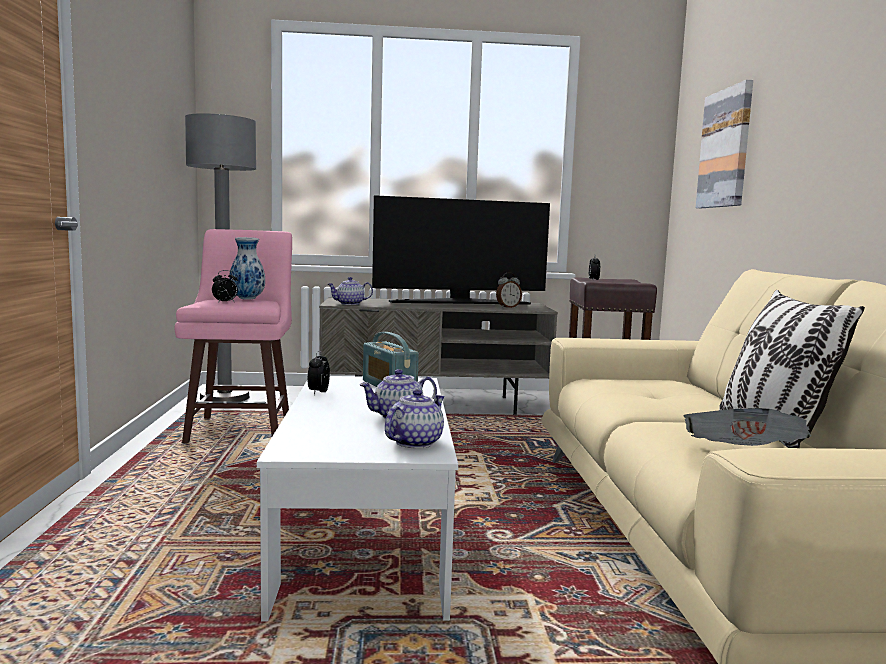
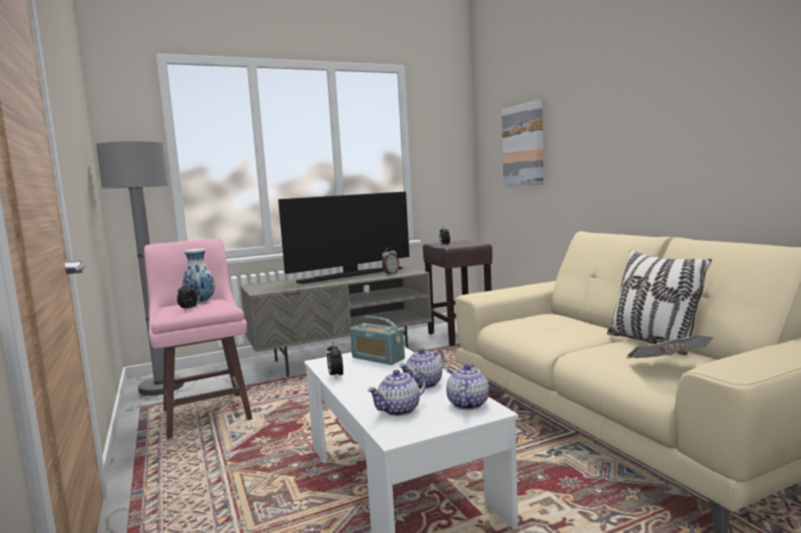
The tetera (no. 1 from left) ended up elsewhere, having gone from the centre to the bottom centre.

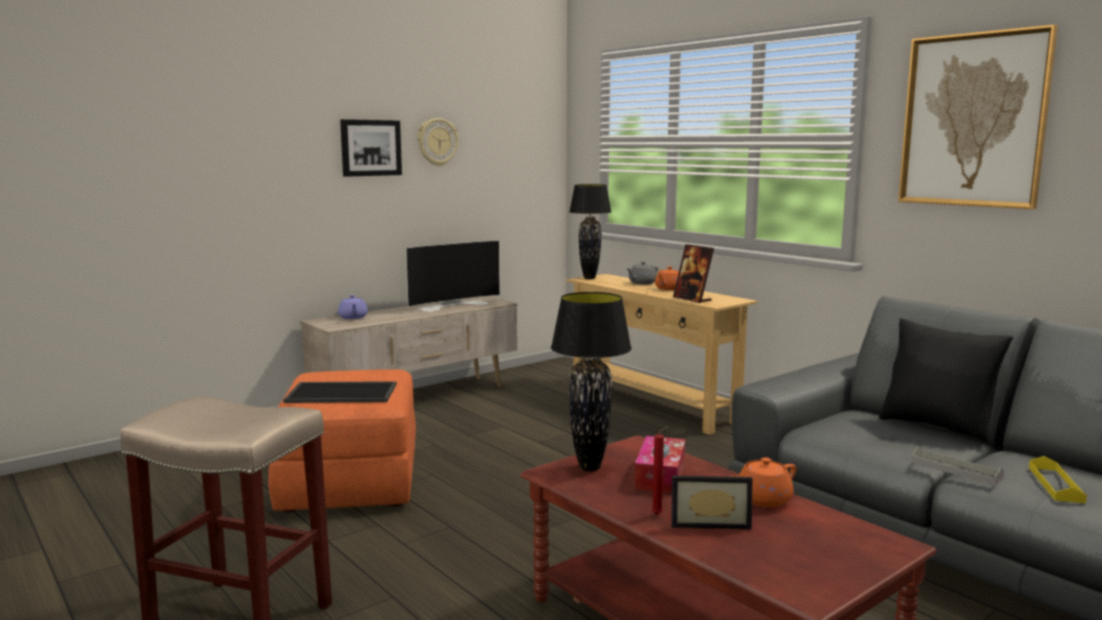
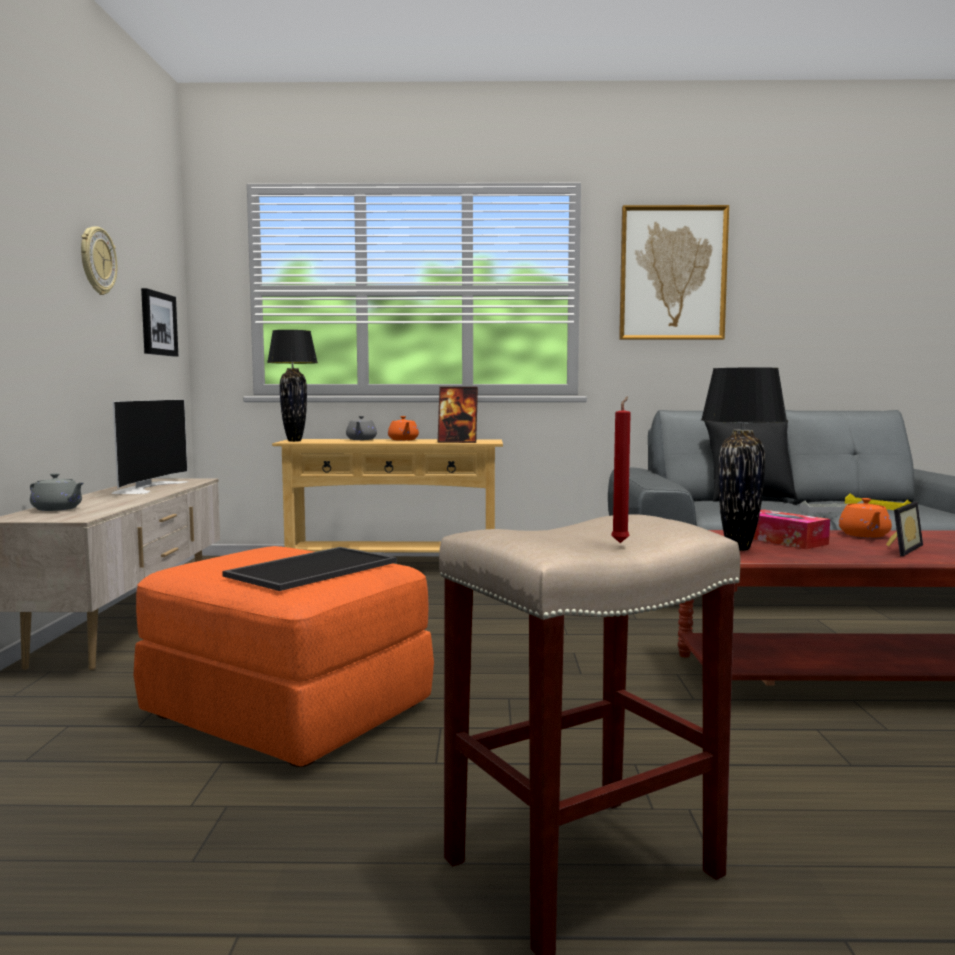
What was the tetera (morado) at the middle left turned into the tetera (gris) (no. 1 from left) at the middle left.
The cuadro (no. 1 from left) ended up elsewhere, having gone from the top centre to the middle left.
The vela (rojo) ended up elsewhere, having gone from the bottom centre to the centre.

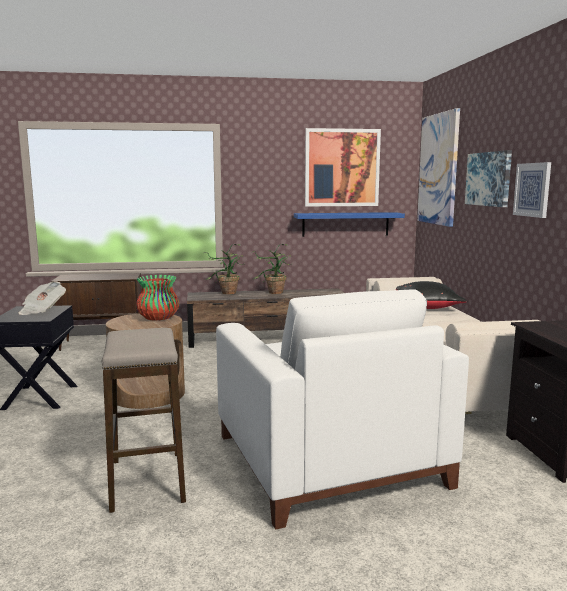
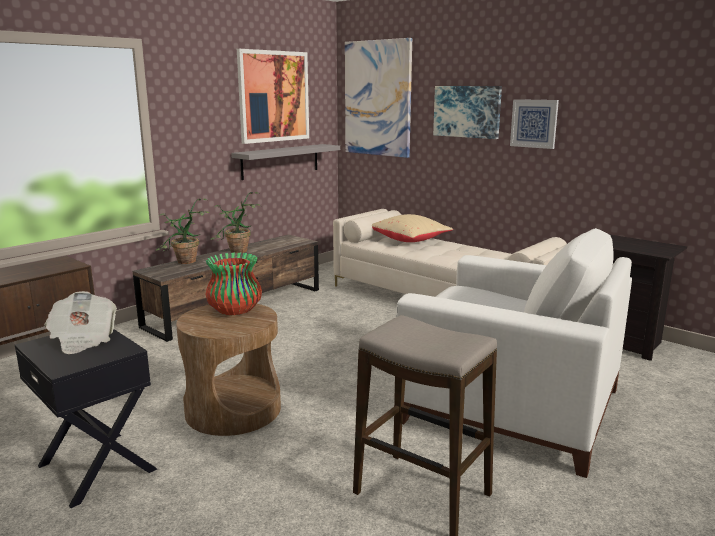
What was the estante (azul) at the centre turned into the estante (gris) at the top centre.
What was the cojín (negro) at the middle right turned into the cojín (beis) at the centre.

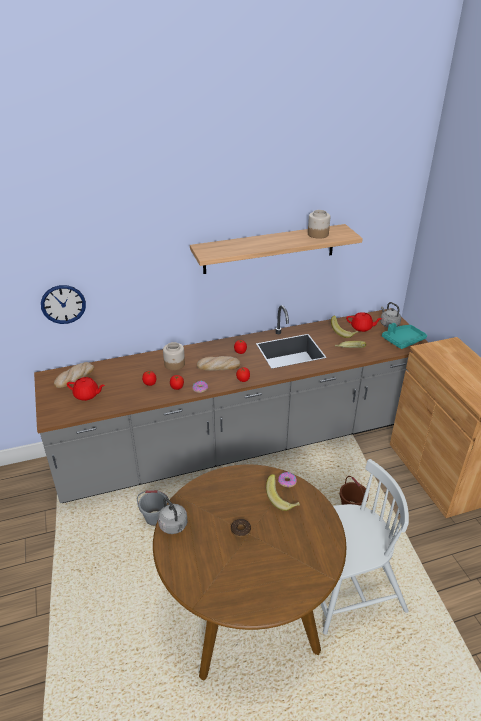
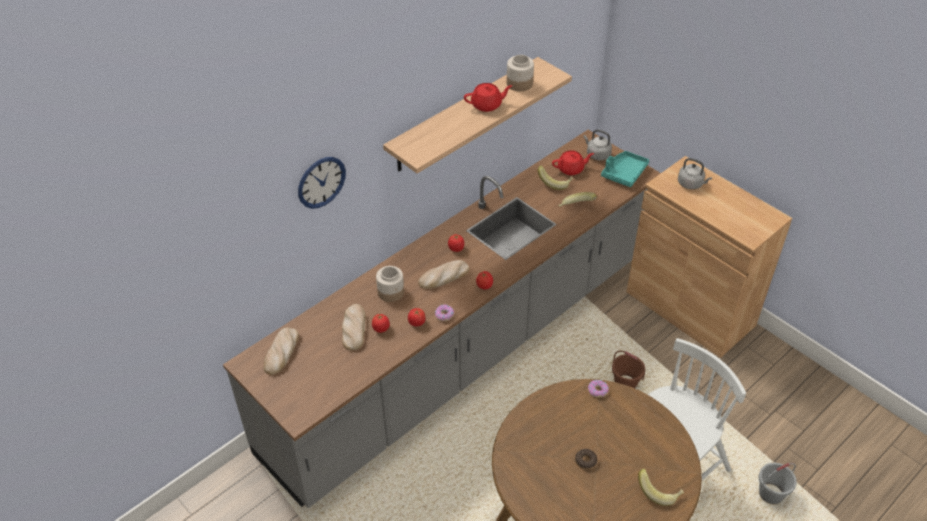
The reloj de pared ended up elsewhere, having gone from the middle left to the centre.
The tetera (rojo) (no. 1 from left) ended up elsewhere, having gone from the middle left to the top centre.
The cubo (gris) ended up elsewhere, having gone from the bottom left to the bottom right.
The hervidor (gris) (no. 1 from left in the first image) ended up elsewhere, having gone from the bottom centre to the top right.
The plátano (no. 1 from left in the first image) ended up elsewhere, having gone from the bottom centre to the bottom right.
The second view gained the pan (no. 2 from left) at the centre.

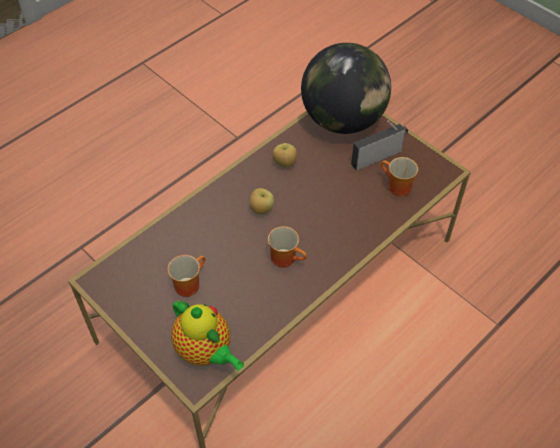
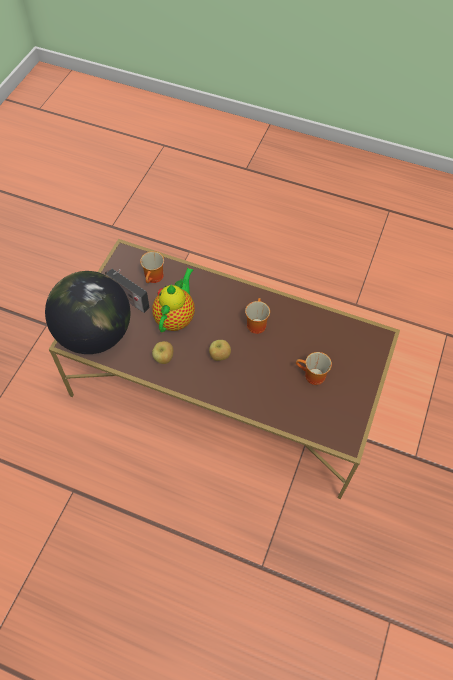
The tetera ended up elsewhere, having gone from the bottom centre to the centre.

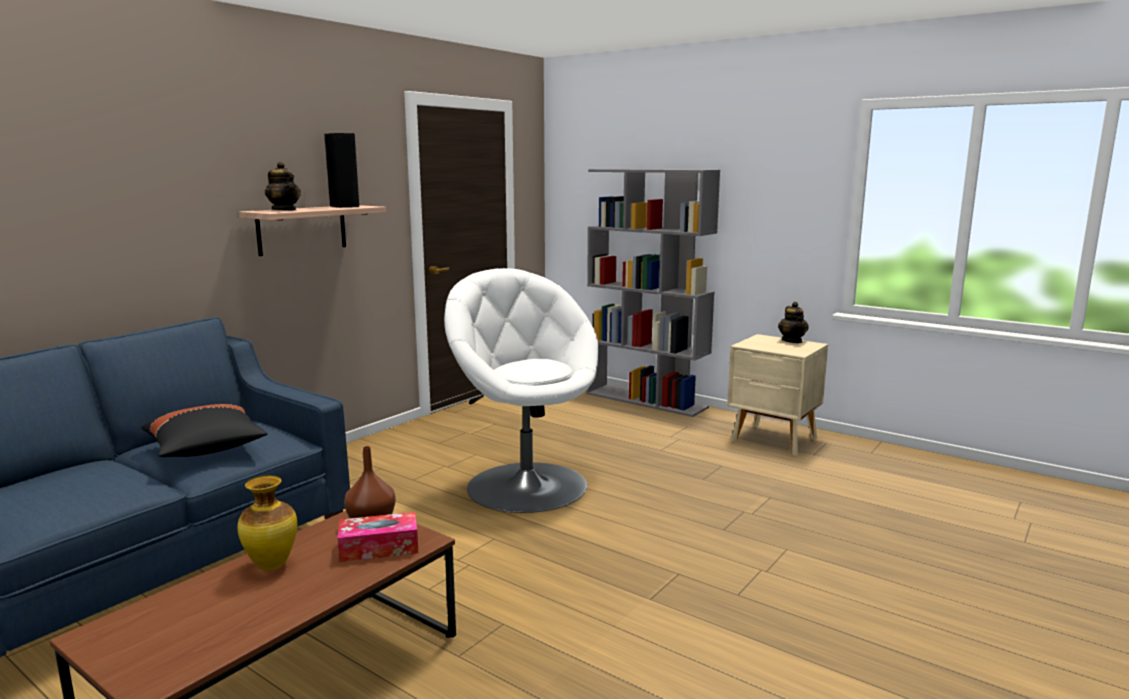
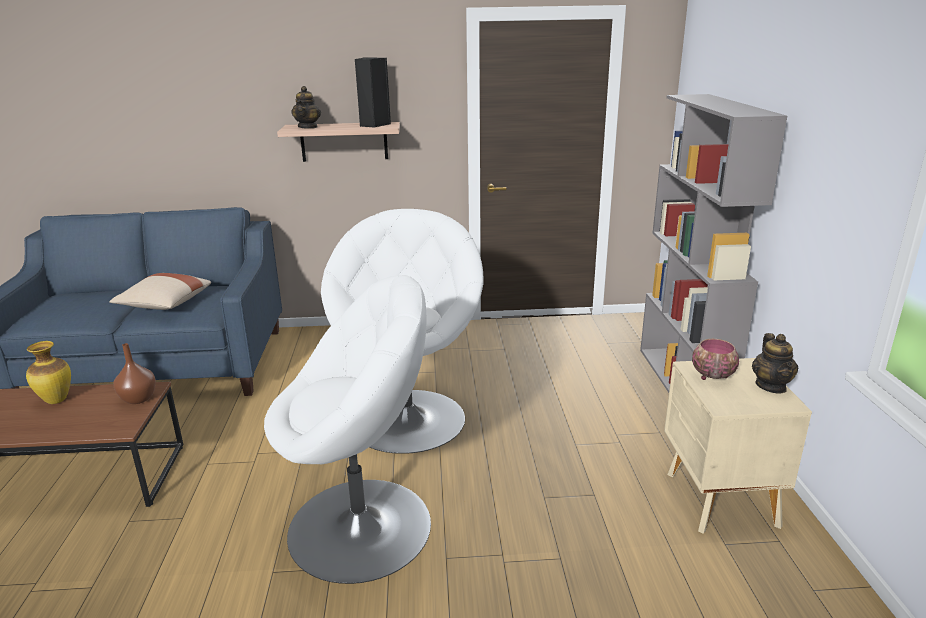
What was the cojín (negro) at the middle left turned into the cojín (beis) at the middle left.
The second view lost the caja de pañuelos at the bottom centre.
The tetera (no. 2 from left) at the middle right ended up facing another way, 45 degrees counterclockwise from before.
The second view gained the sillón (blanco) (no. 1 from left) at the bottom centre.
The second view gained the cuenco at the middle right.

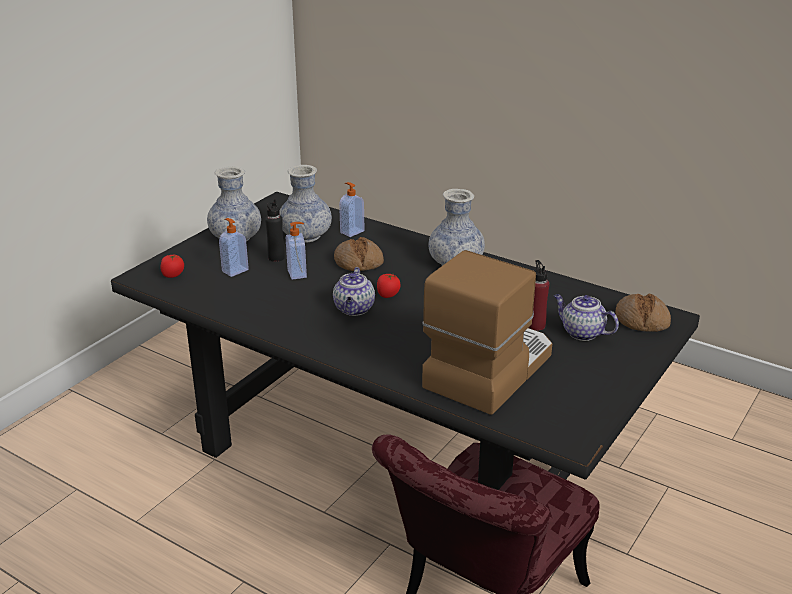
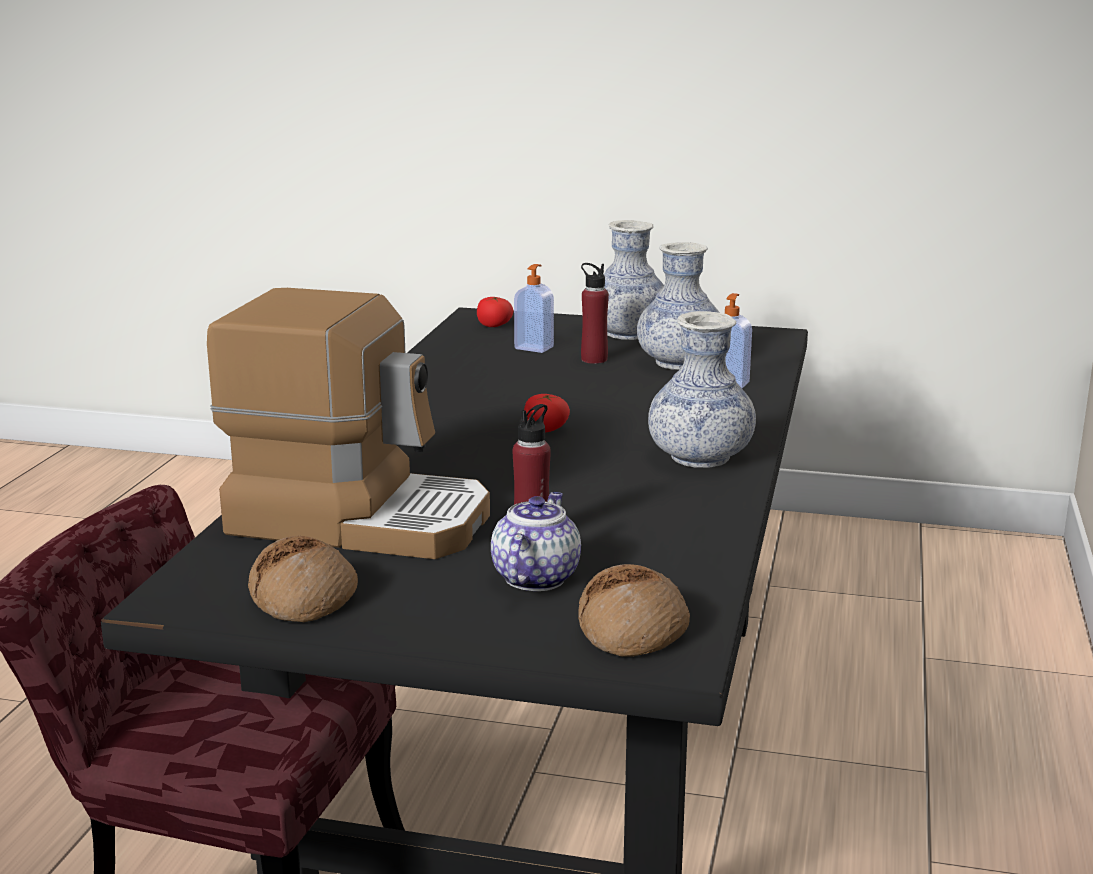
What was the botella (negro) at the centre turned into the botella (rojo) (no. 2 from left) at the centre.
The second view lost the dispensador de jabón (no. 2 from left) at the centre.
The second view lost the tetera (no. 1 from left) at the centre.
The pan (no. 1 from left) ended up elsewhere, having gone from the centre to the middle left.

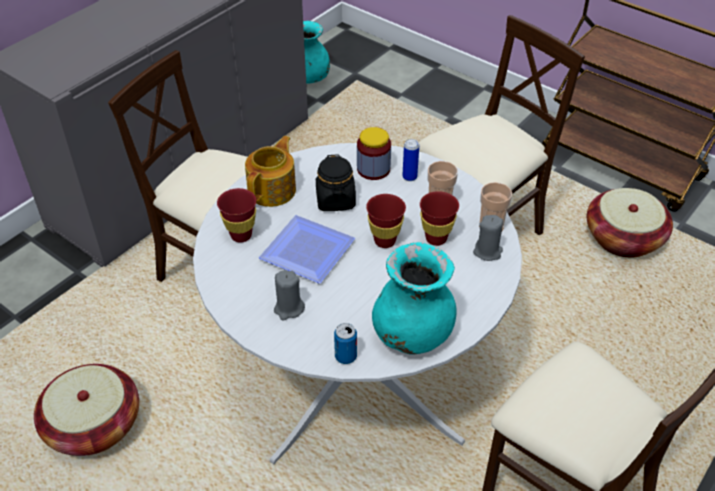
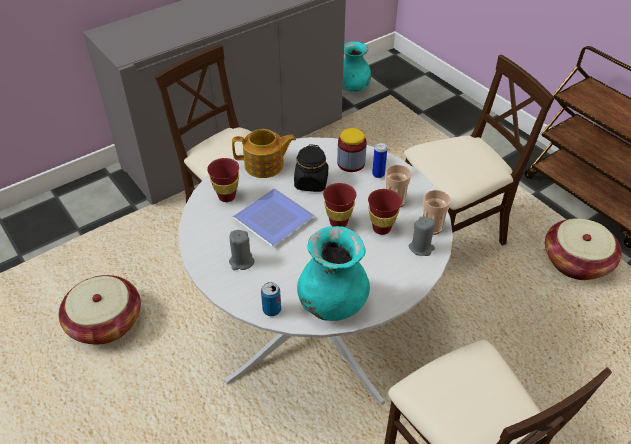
The tetera at the centre ended up facing another way, 45 degrees clockwise from before.

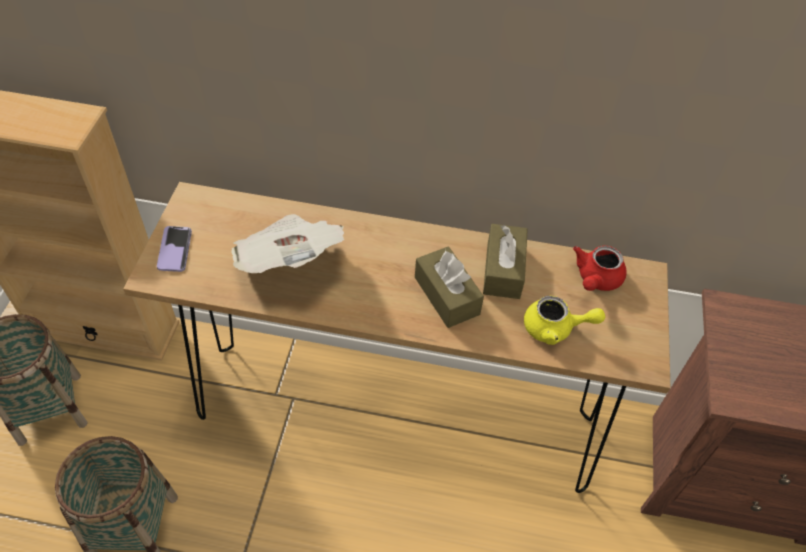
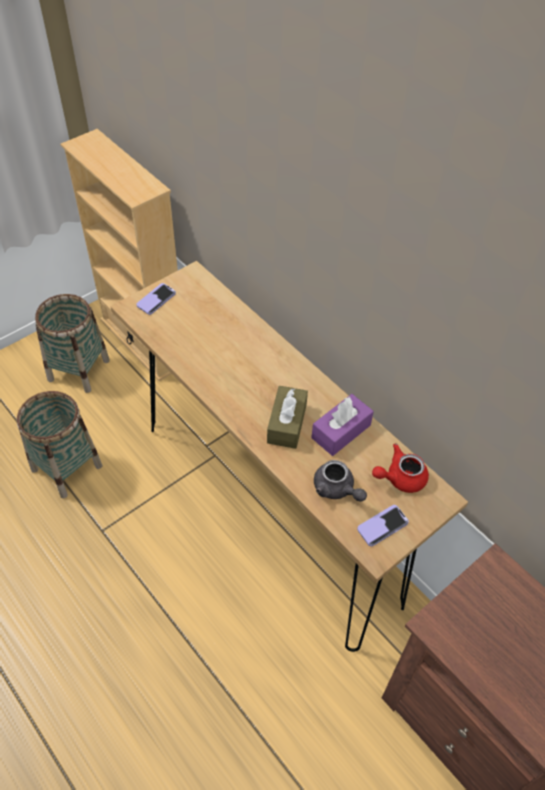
The second view lost the periódico at the centre.
What was the caja de pañuelos (marrón) (no. 2 from left) at the centre turned into the caja de pañuelos (morado) at the centre.
What was the tetera (amarillo) at the middle right turned into the tetera (gris) at the centre.
The second view gained the móvil (no. 2 from left) at the middle right.

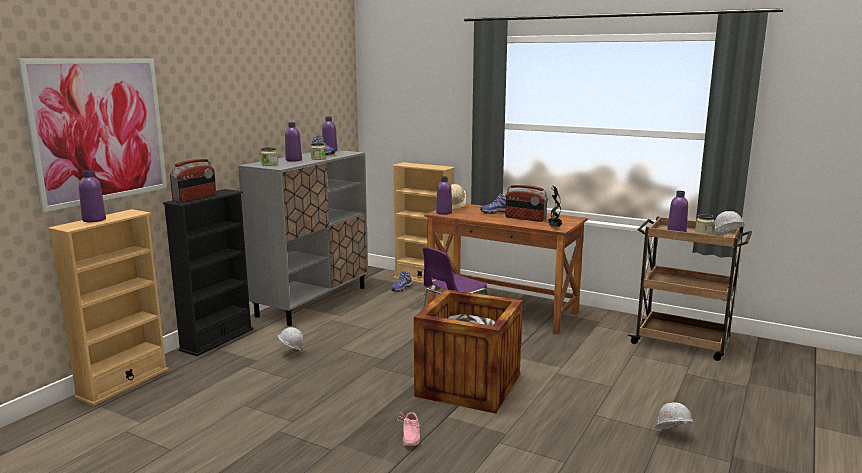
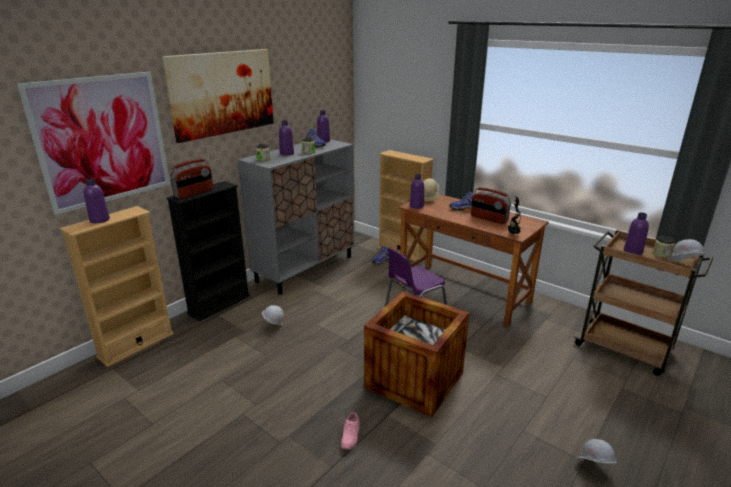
The second view gained the cuadro (no. 2 from left) at the top left.

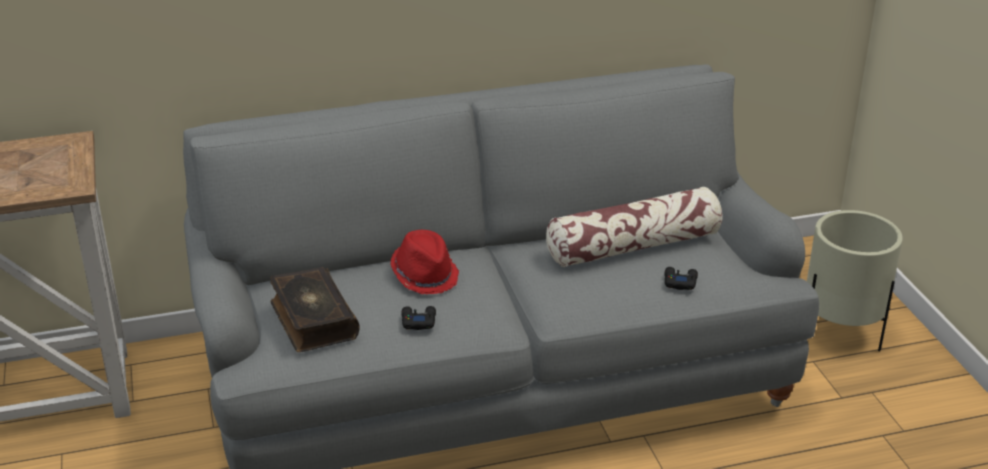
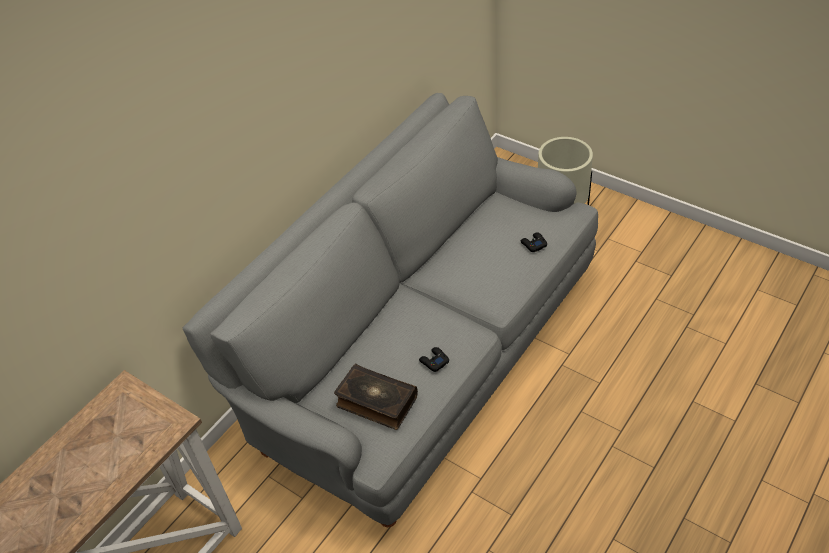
The second view lost the sombrero (rojo) at the centre.
The second view lost the cojín at the centre.

